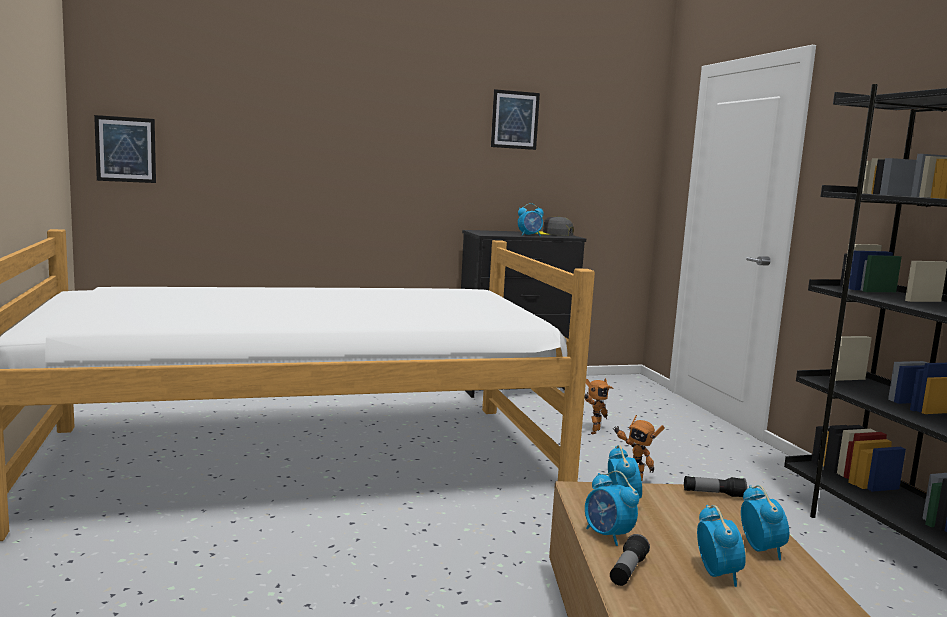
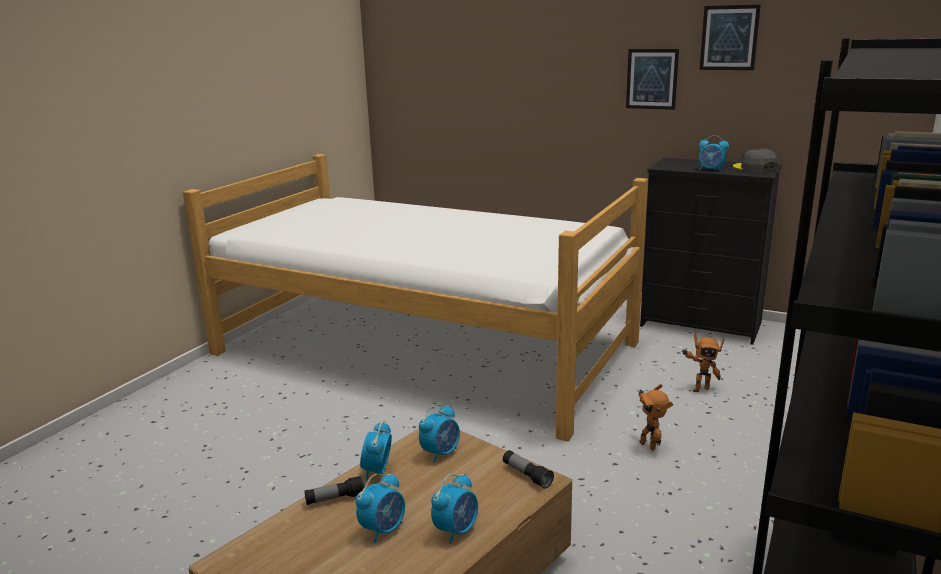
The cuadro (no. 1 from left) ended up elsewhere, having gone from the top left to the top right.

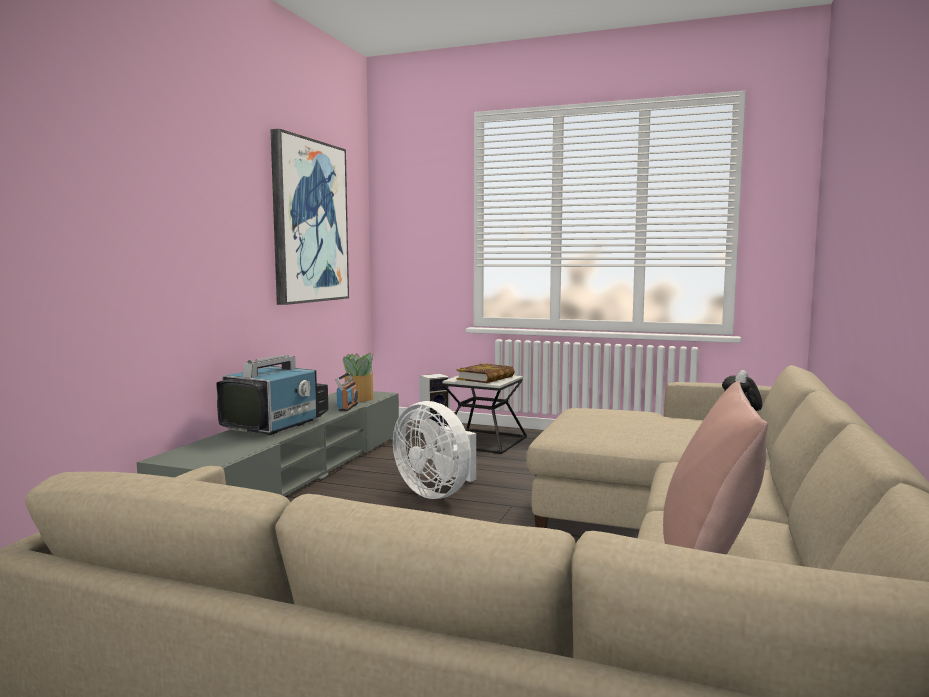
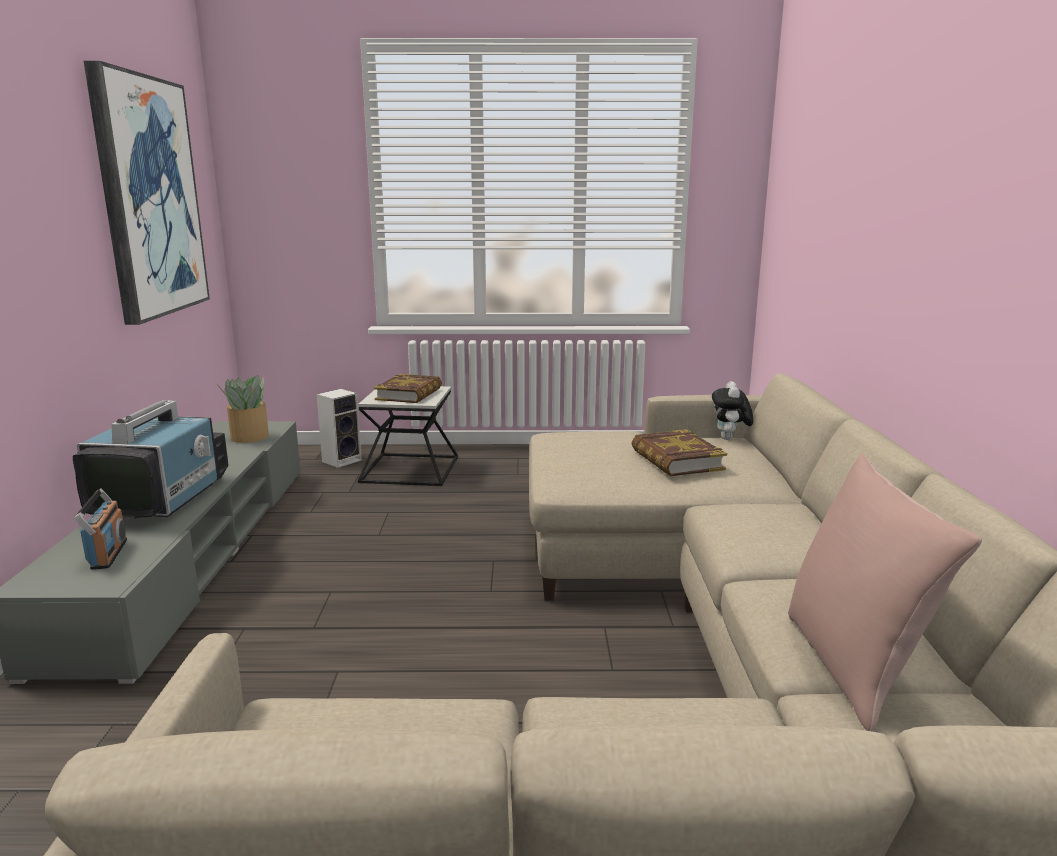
The radio ended up elsewhere, having gone from the centre to the middle left.
The second view lost the ventilador (blanco) at the centre.
The second view gained the libro (no. 2 from left) at the centre.

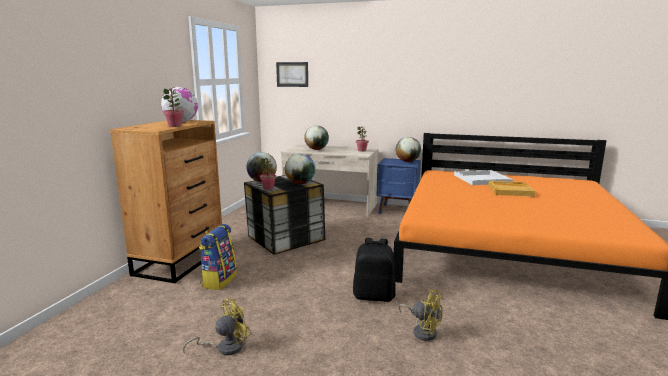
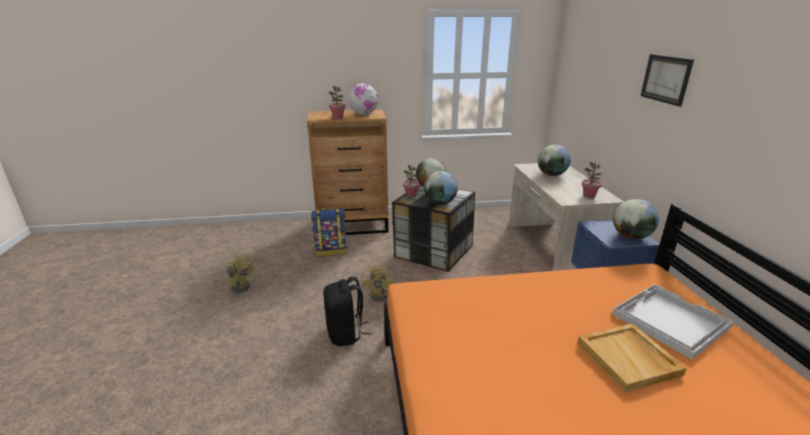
The cuadro ended up elsewhere, having gone from the top centre to the top right.
The ventilador (amarillo) (no. 2 from left) ended up elsewhere, having gone from the bottom centre to the centre.

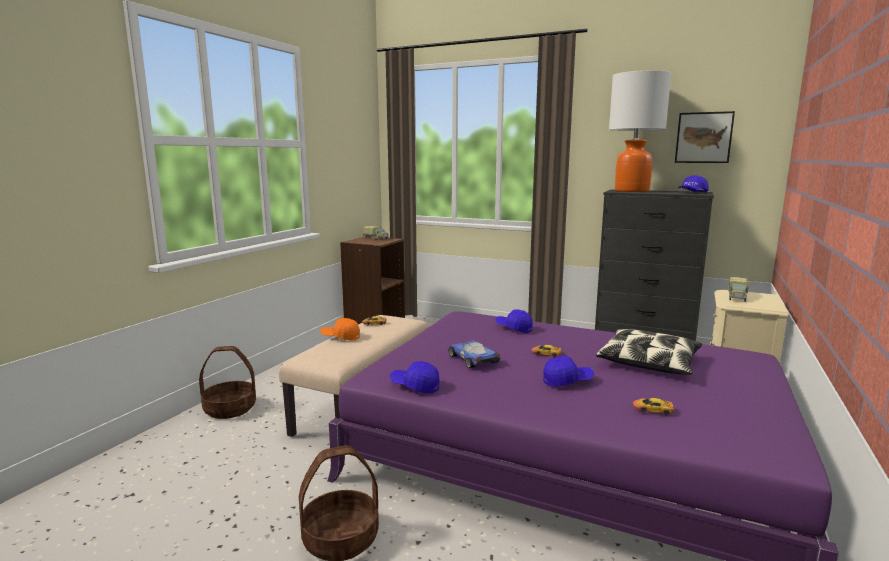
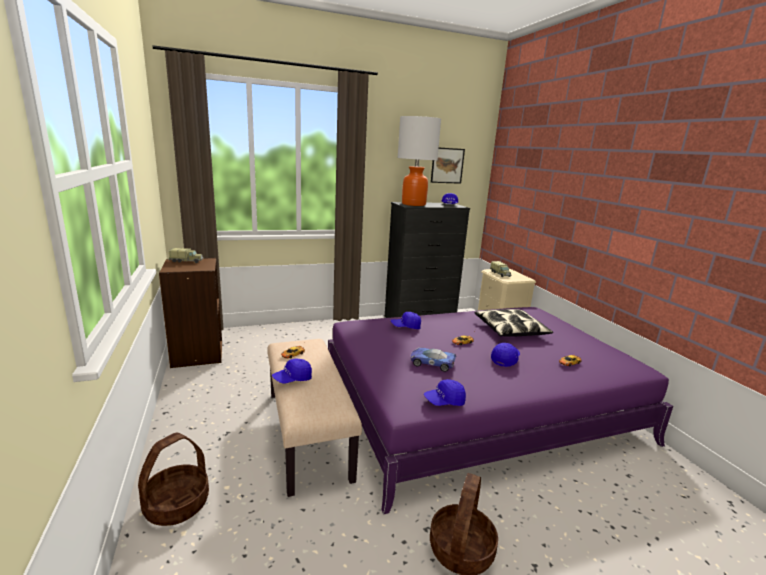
What was the gorra (naranja) at the centre turned into the gorra (azul) (no. 1 from left) at the centre.

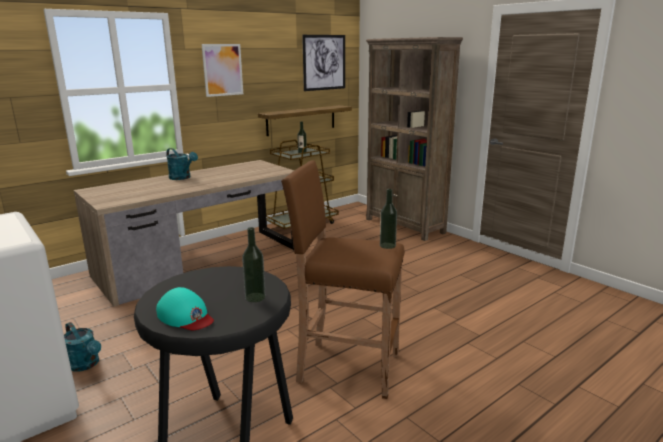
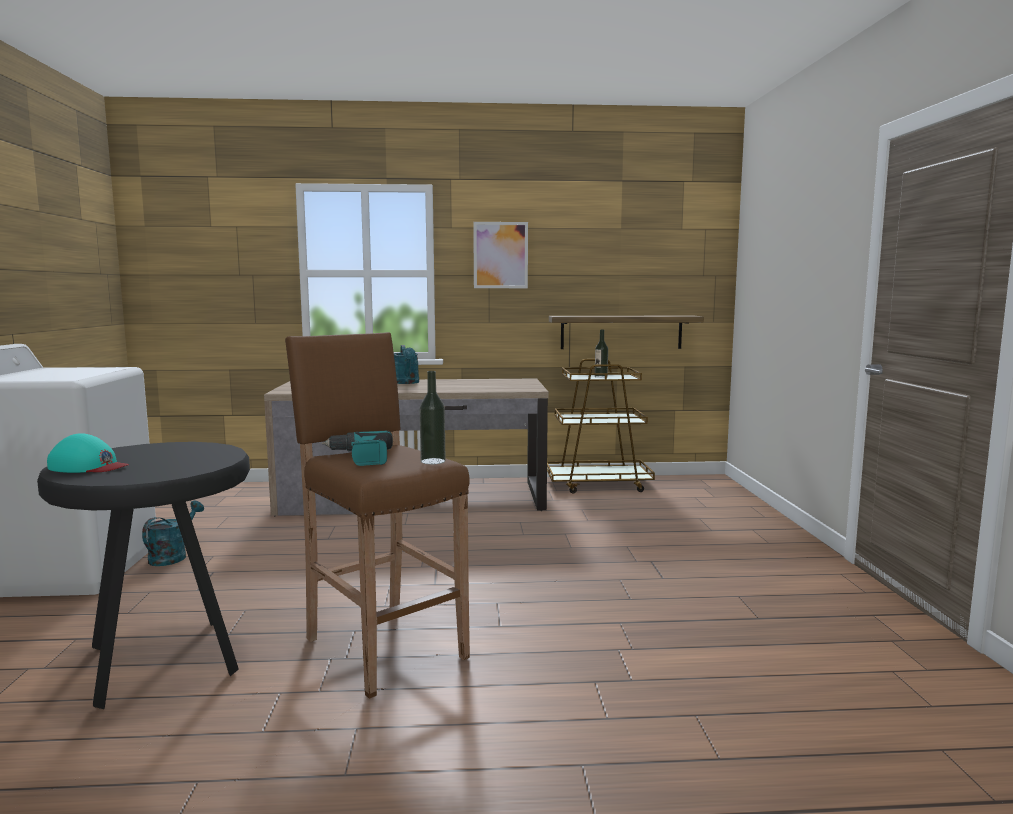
The regadera (turquesa) (no. 1 from left) at the bottom left ended up facing another way, 150 degrees counterclockwise from before.
The gorra (turquesa) at the bottom left ended up facing another way, 60 degrees counterclockwise from before.
The second view lost the botella (no. 1 from left) at the centre.
The second view lost the cuadro (no. 2 from left) at the top centre.
The second view lost the estantería (marrón) at the top centre.
The second view gained the taladro at the centre.

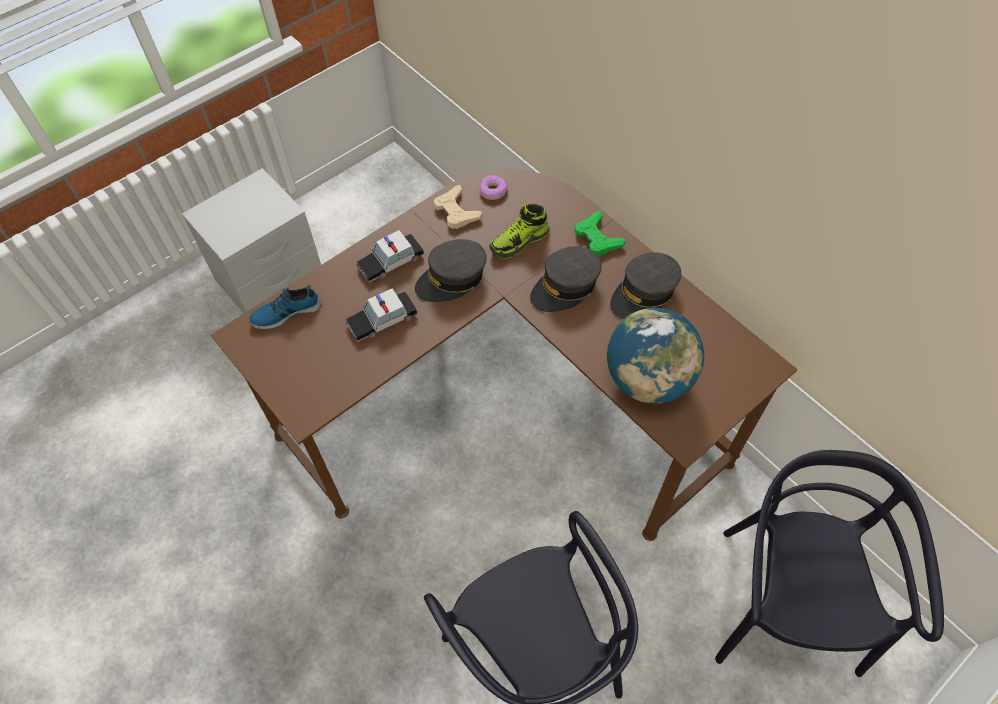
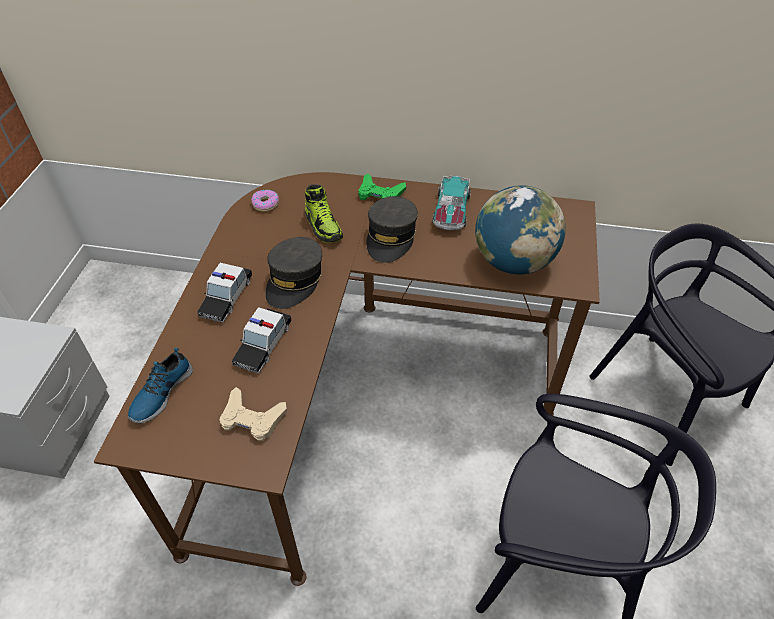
The mando de consola (beis) ended up elsewhere, having gone from the top centre to the bottom left.
The zapato (no. 2 from left) at the top centre ended up facing another way, 45 degrees counterclockwise from before.
Where the gorra (gris) (no. 3 from left) stood at the centre, the coche de juguete (no. 3 from left) came to stand at the top centre.

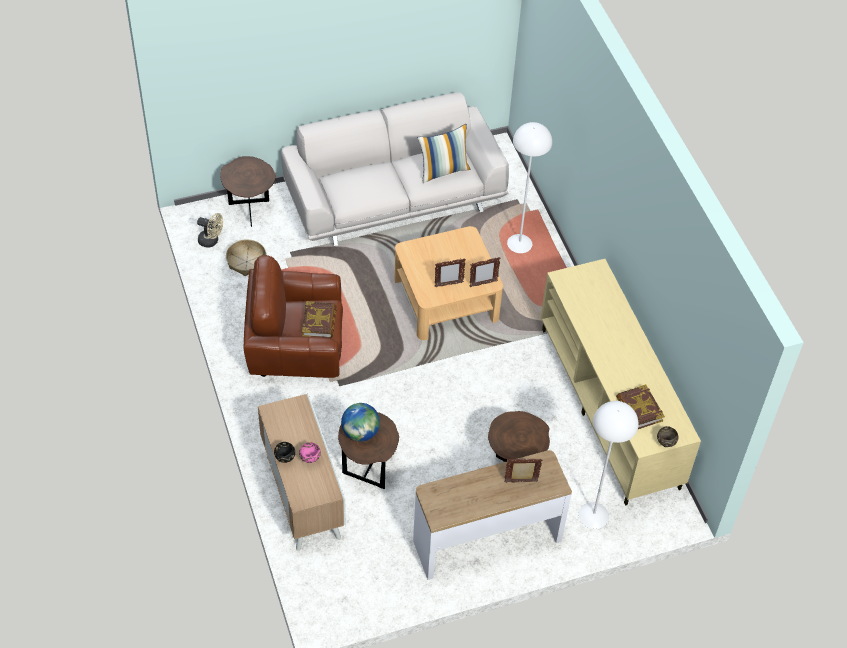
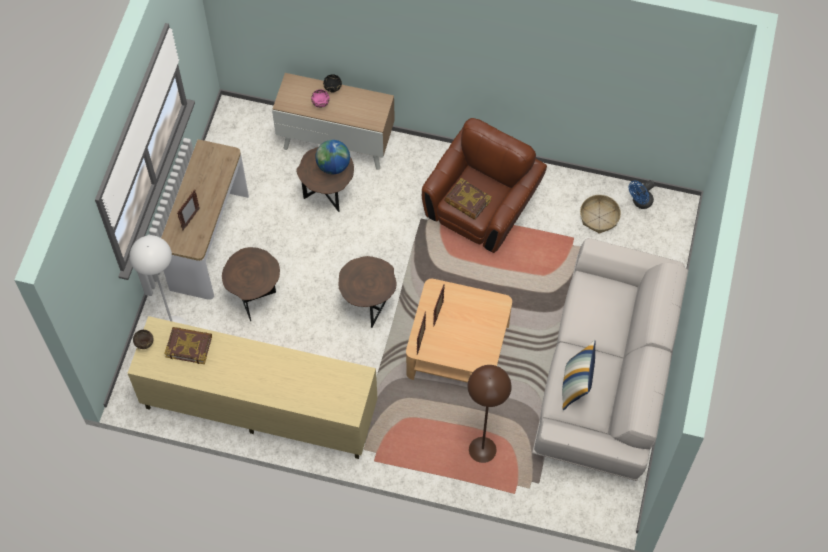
What was the ventilador (beis) at the middle left turned into the ventilador (azul) at the middle right.
The mesa auxiliar (marrón) (no. 1 from left in the first image) ended up elsewhere, having gone from the top left to the centre.
What was the lámpara de pie (blanco) (no. 1 from left) at the top centre turned into the lámpara de pie (marrón) at the bottom centre.

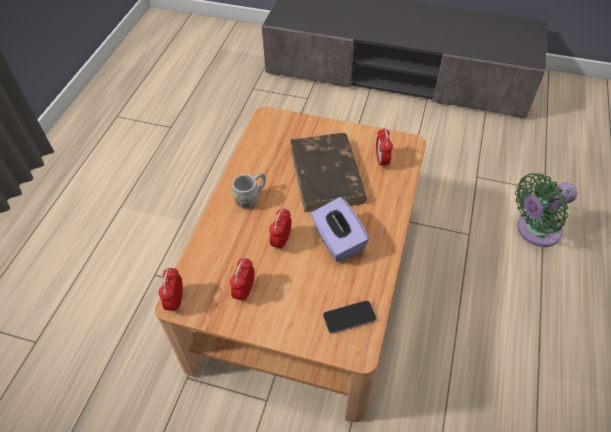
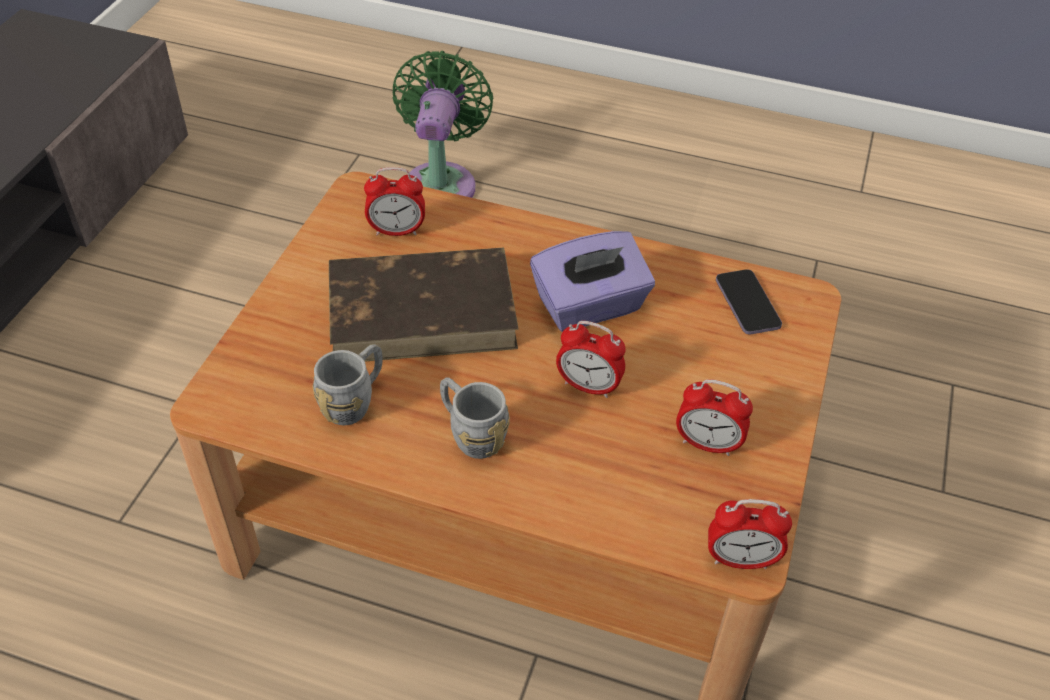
The ventilador (verde) at the middle right ended up facing another way, 150 degrees counterclockwise from before.
The second view gained the taza grande (gris) (no. 1 from left) at the middle left.

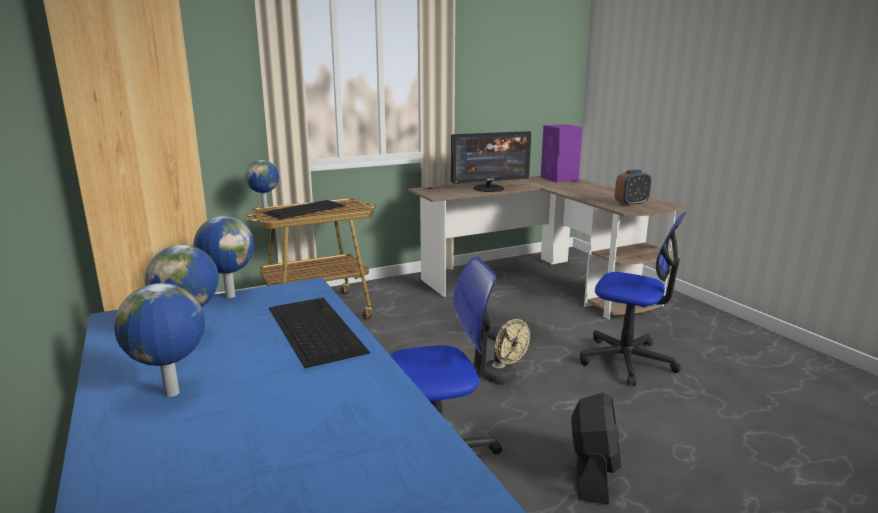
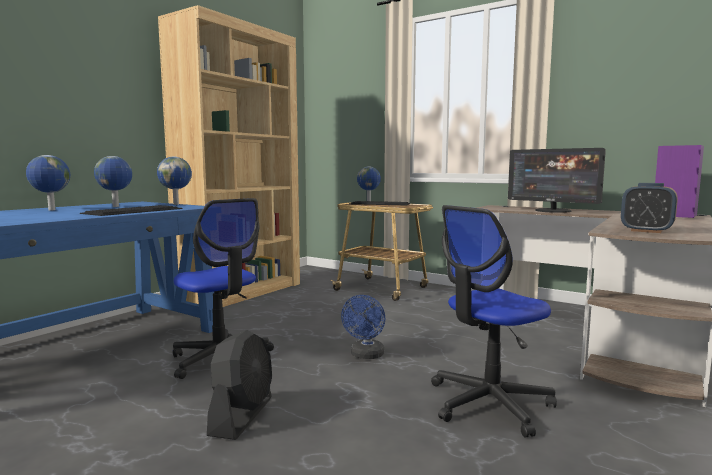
What was the ventilador (beis) at the bottom centre turned into the ventilador (azul) at the bottom centre.
The ventilador (negro) at the bottom right ended up facing another way, 60 degrees counterclockwise from before.
The silla de oficina (no. 2 from left) at the middle right ended up facing another way, 60 degrees clockwise from before.

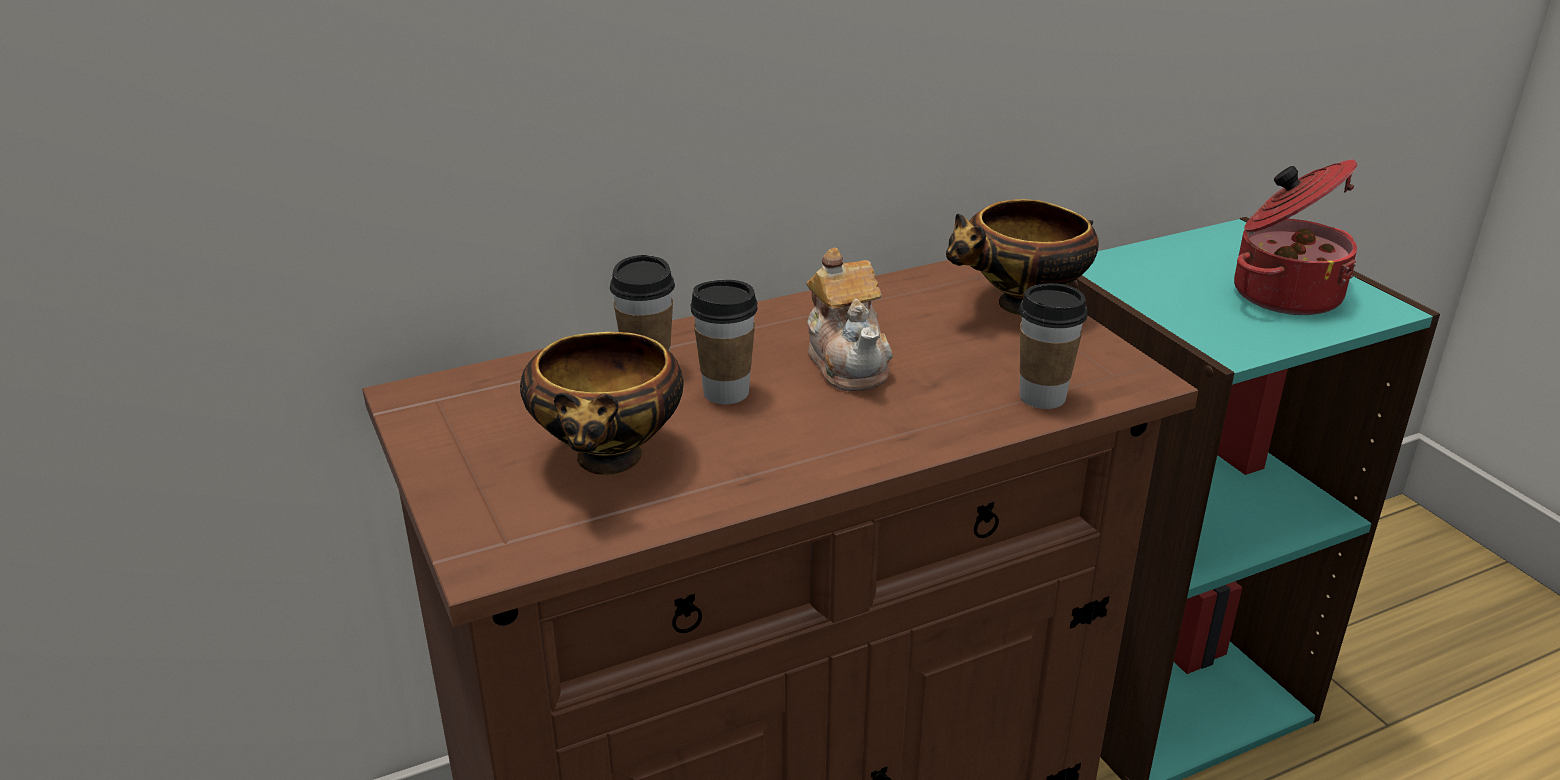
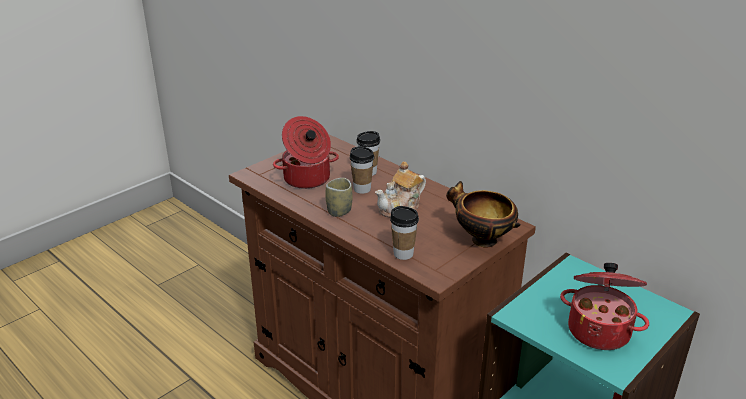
Where the cuenco (no. 1 from left) stood at the centre, the olla (no. 1 from left) came to stand at the centre.
The second view gained the taza (no. 1 from left) at the centre.

